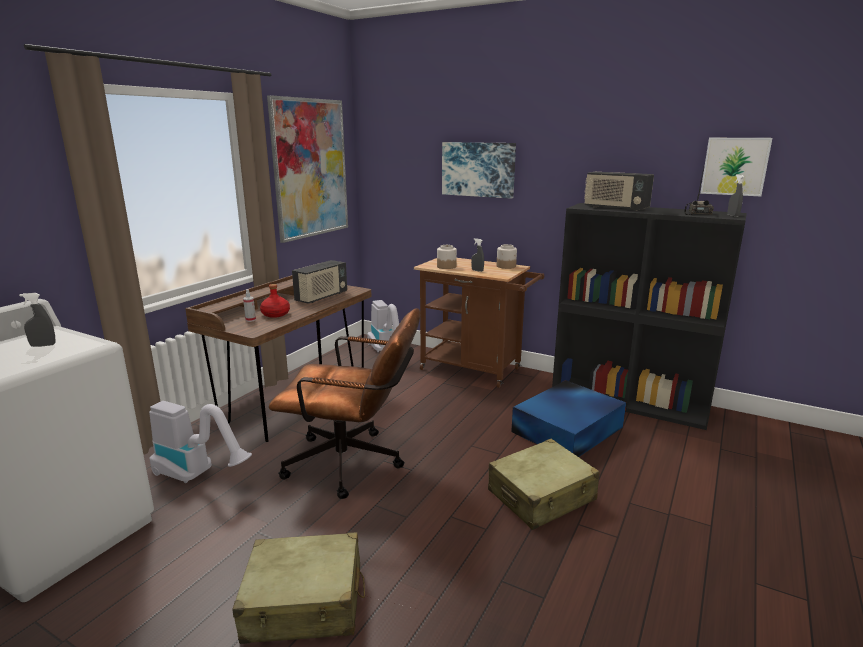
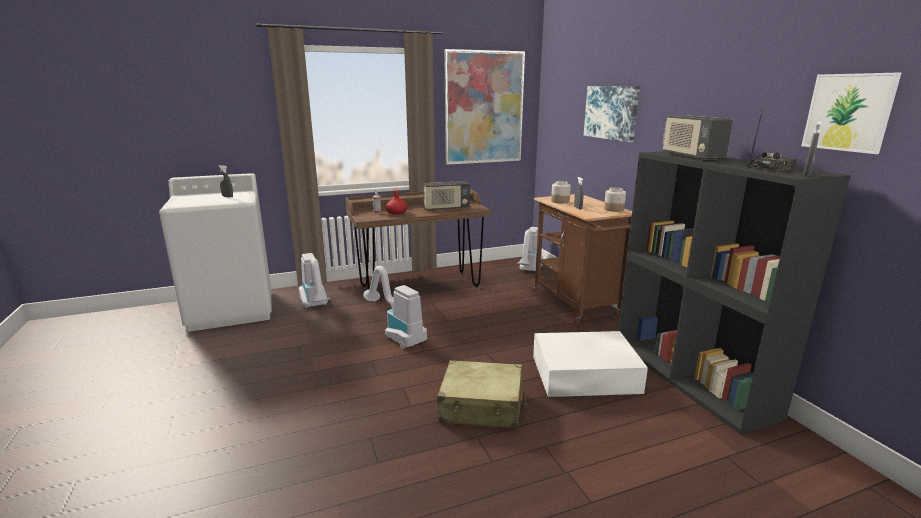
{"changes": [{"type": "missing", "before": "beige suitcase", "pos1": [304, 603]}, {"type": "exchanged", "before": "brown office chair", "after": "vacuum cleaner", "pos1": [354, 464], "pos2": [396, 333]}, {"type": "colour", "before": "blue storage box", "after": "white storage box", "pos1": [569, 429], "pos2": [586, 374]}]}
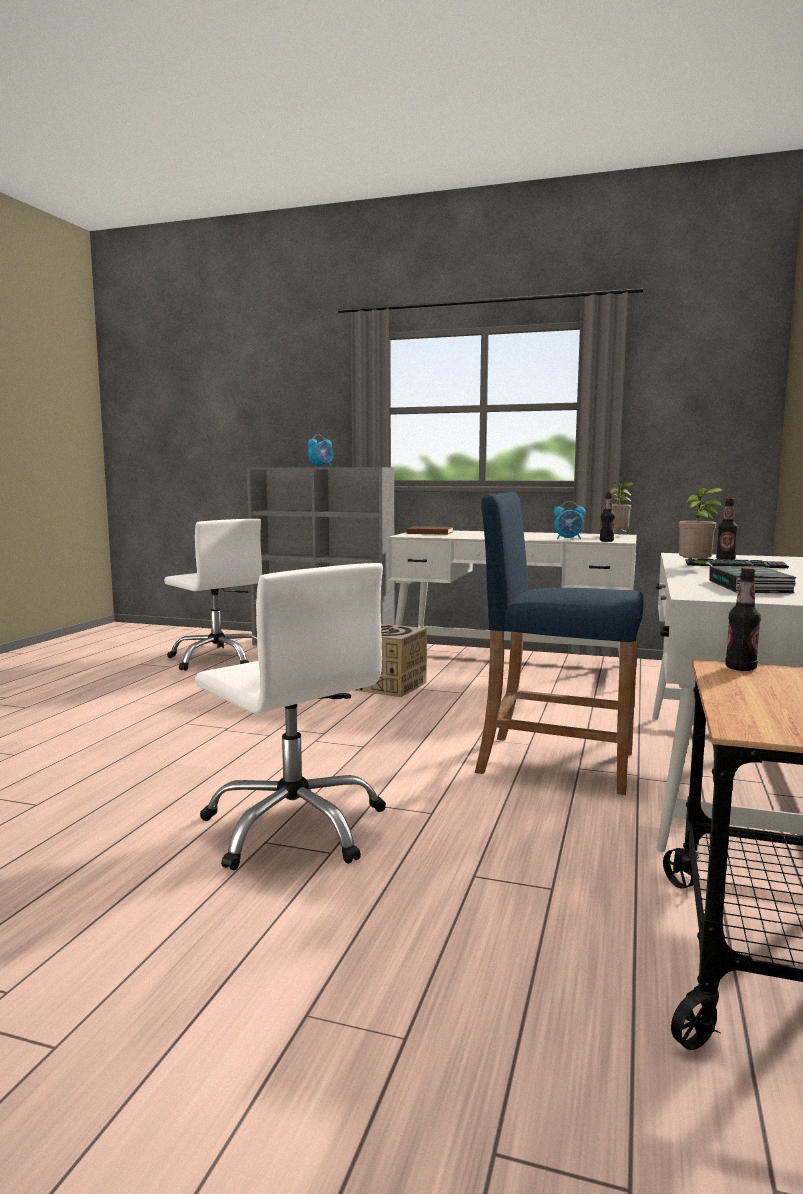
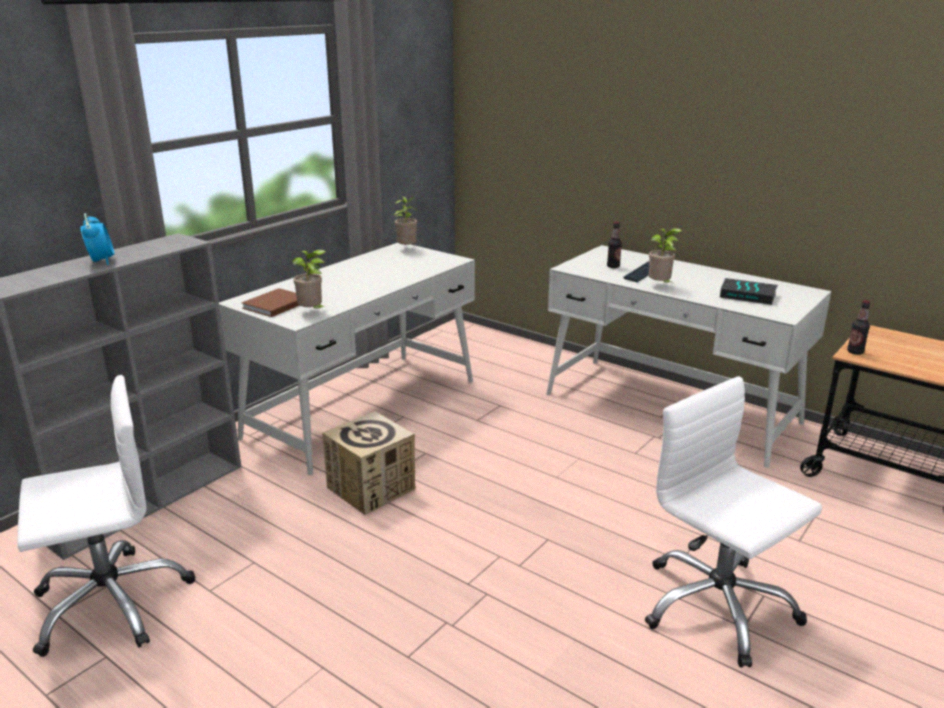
{"changes": [{"type": "missing", "before": "blue stool", "pos1": [556, 763]}, {"type": "missing", "before": "alarm clock", "pos1": [568, 539]}, {"type": "missing", "before": "bottle", "pos1": [606, 541]}, {"type": "appeared", "after": "potted plant", "pos2": [312, 312]}, {"type": "spun", "before": "white office chair", "pos1": [295, 826], "pos2": [717, 607], "turn": -105}]}
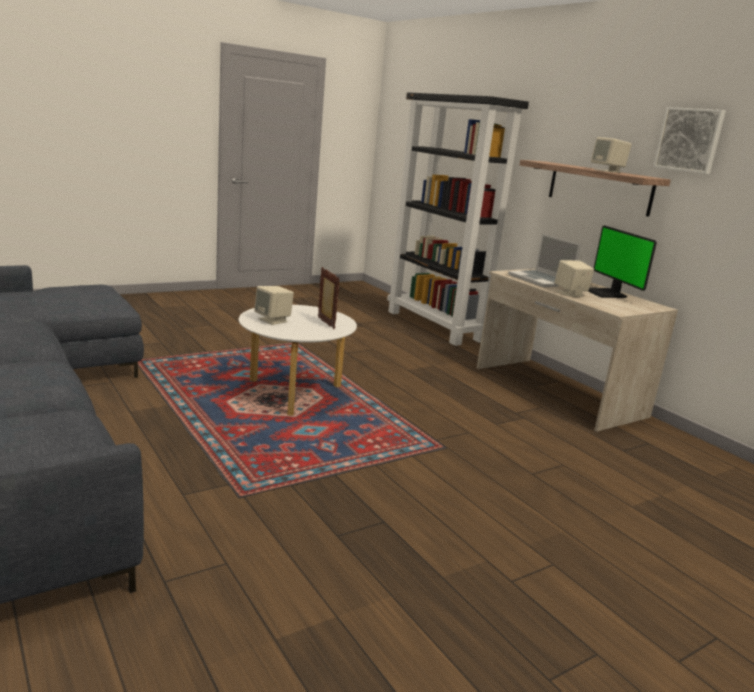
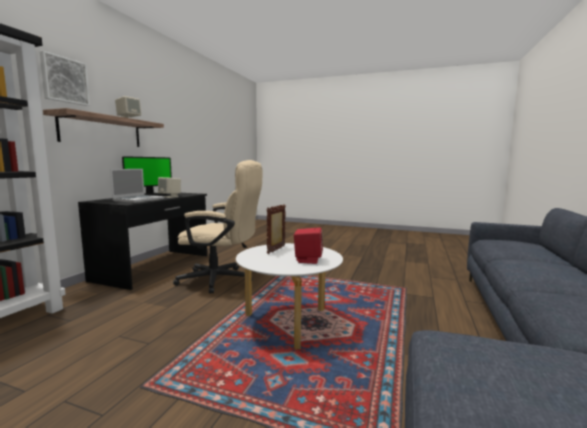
{"changes": [{"type": "appeared", "after": "beige office chair", "pos2": [222, 280]}, {"type": "relocated", "before": "picture", "pos1": [689, 140], "pos2": [64, 80]}, {"type": "colour", "before": "beige speaker", "after": "red speaker", "pos1": [273, 320], "pos2": [308, 260]}, {"type": "colour", "before": "beige desk", "after": "black desk", "pos1": [557, 391], "pos2": [155, 267]}]}
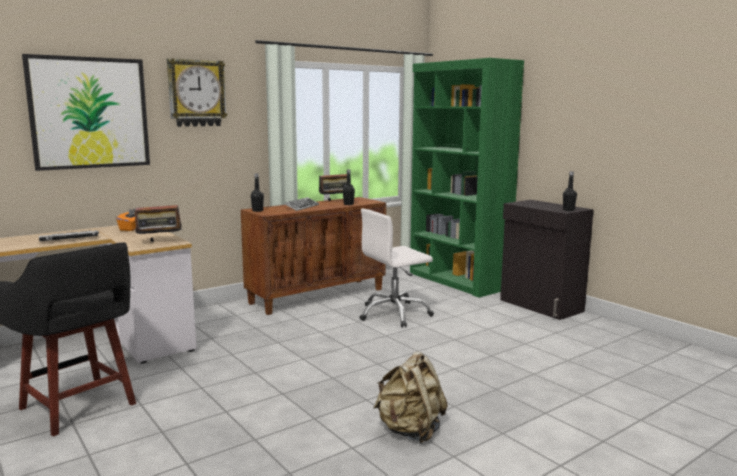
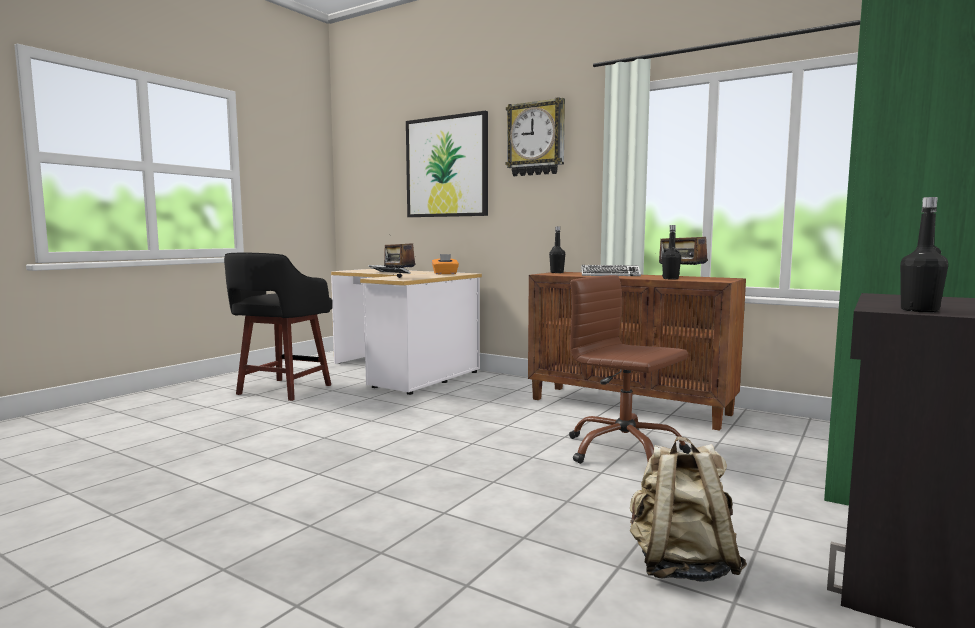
{"changes": [{"type": "relocated", "before": "beige backpack", "pos1": [410, 431], "pos2": [680, 566]}, {"type": "colour", "before": "white office chair", "after": "brown office chair", "pos1": [394, 314], "pos2": [623, 451]}]}
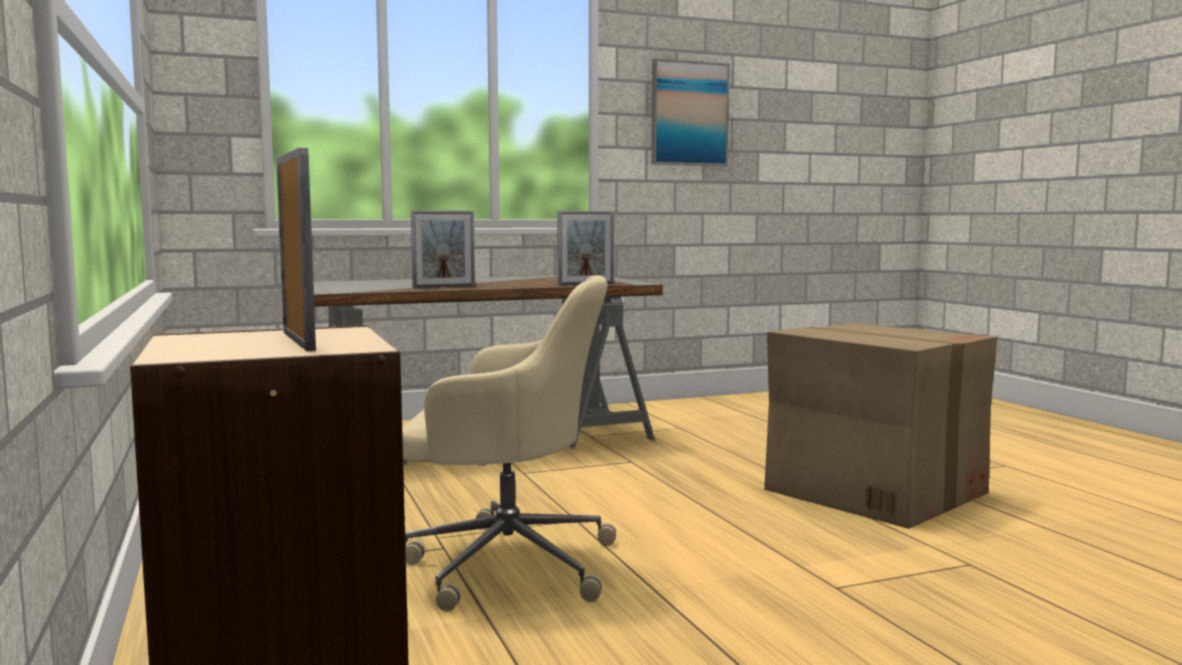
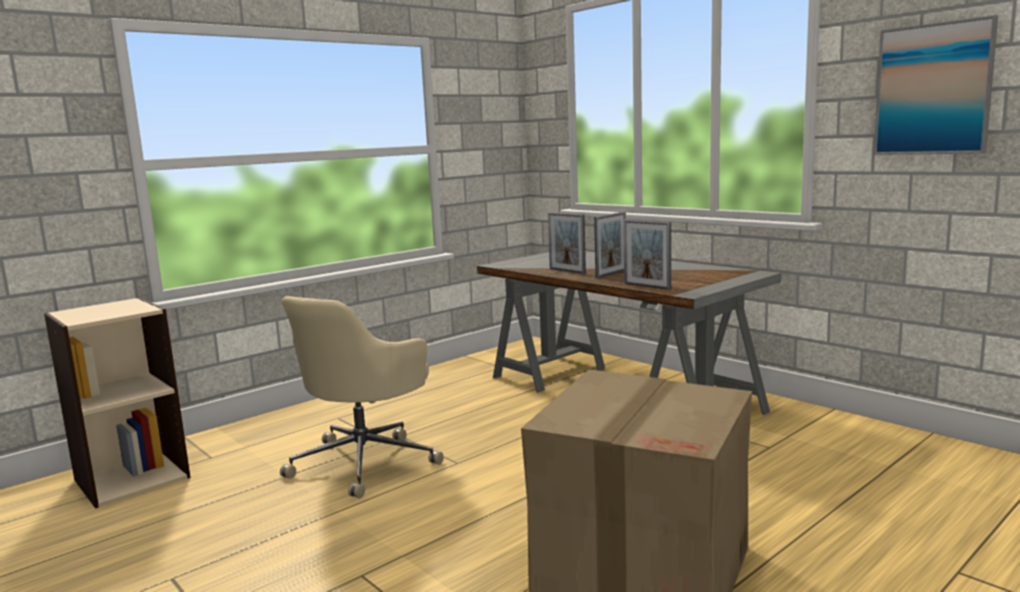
{"changes": [{"type": "relocated", "before": "picture frame", "pos1": [298, 341], "pos2": [611, 274]}, {"type": "spun", "before": "beige office chair", "pos1": [505, 563], "pos2": [365, 462], "turn": 45}]}
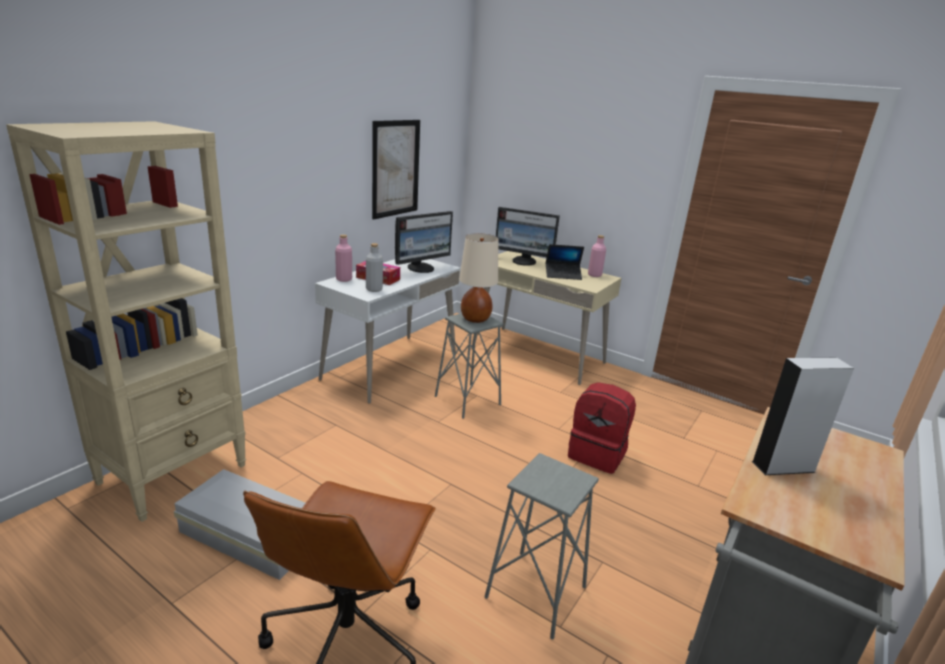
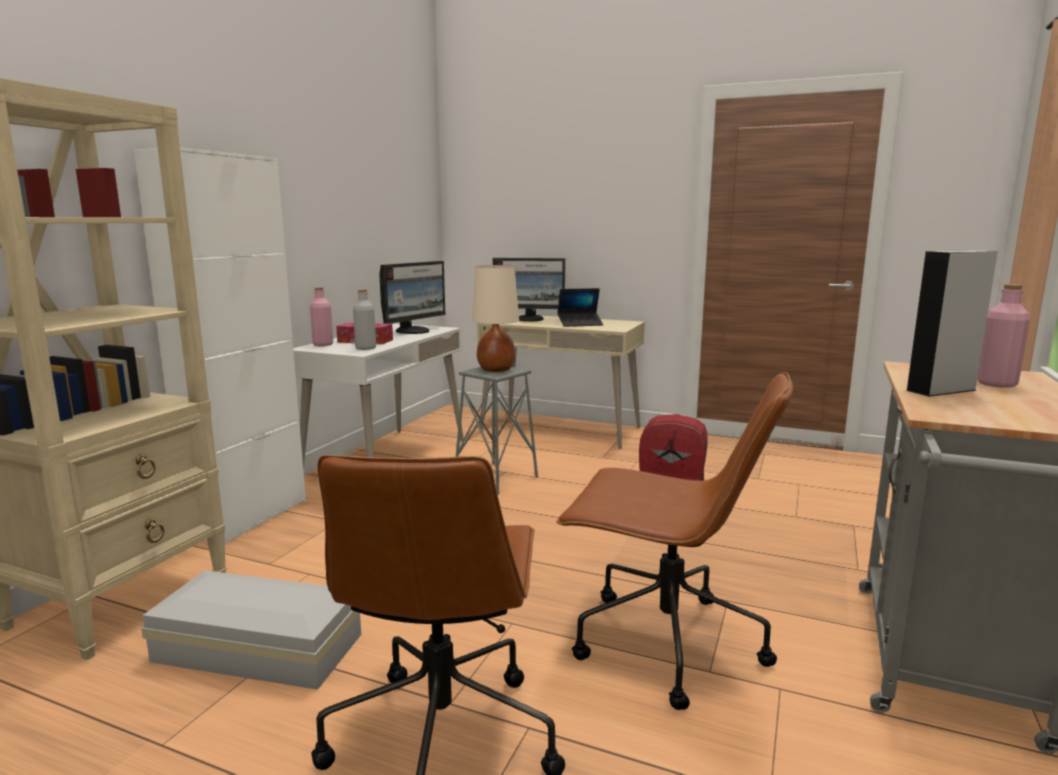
{"changes": [{"type": "missing", "before": "picture", "pos1": [395, 168]}, {"type": "appeared", "after": "white cabinet", "pos2": [248, 517]}, {"type": "relocated", "before": "pink bottle", "pos1": [594, 275], "pos2": [996, 384]}, {"type": "exchanged", "before": "grey stool", "after": "brown office chair", "pos1": [535, 593], "pos2": [663, 643]}]}
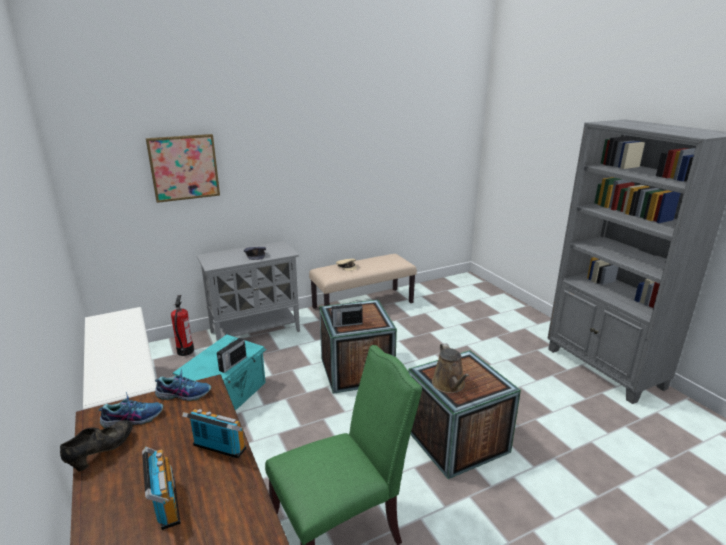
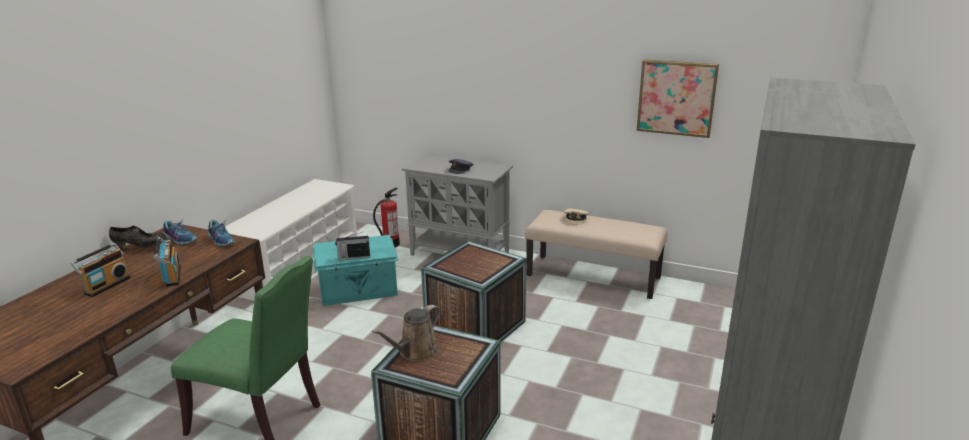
{"changes": [{"type": "missing", "before": "radio", "pos1": [346, 324]}, {"type": "relocated", "before": "picture", "pos1": [184, 167], "pos2": [676, 98]}]}
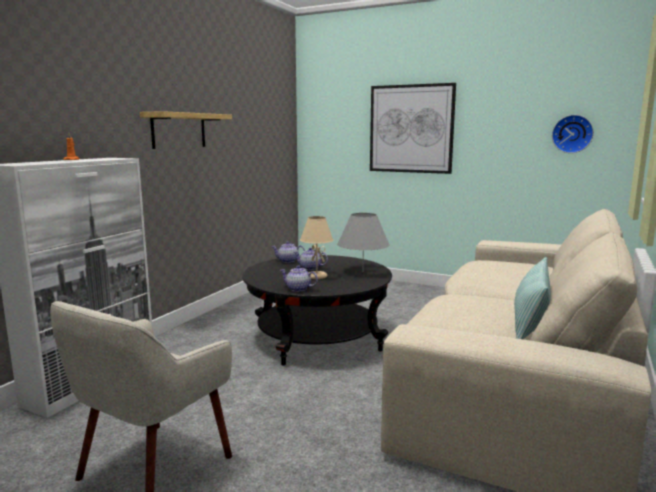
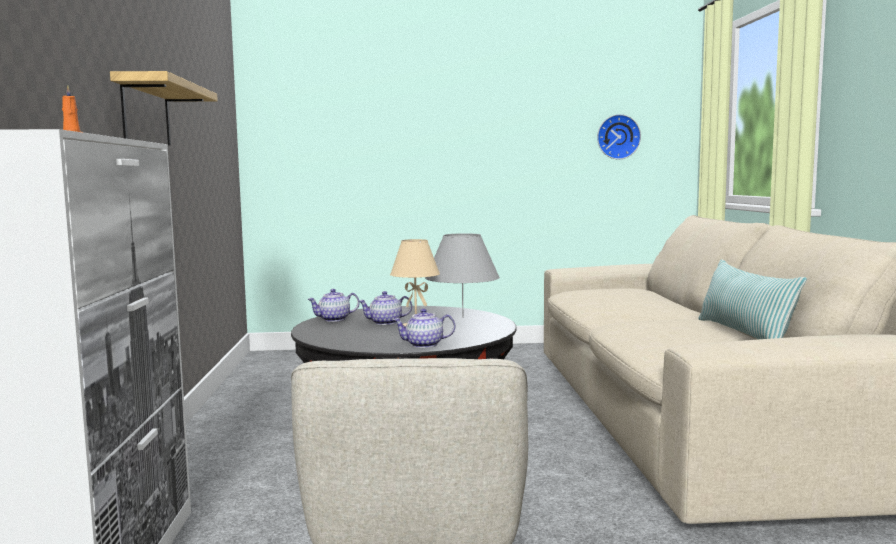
{"changes": [{"type": "missing", "before": "picture", "pos1": [411, 129]}]}
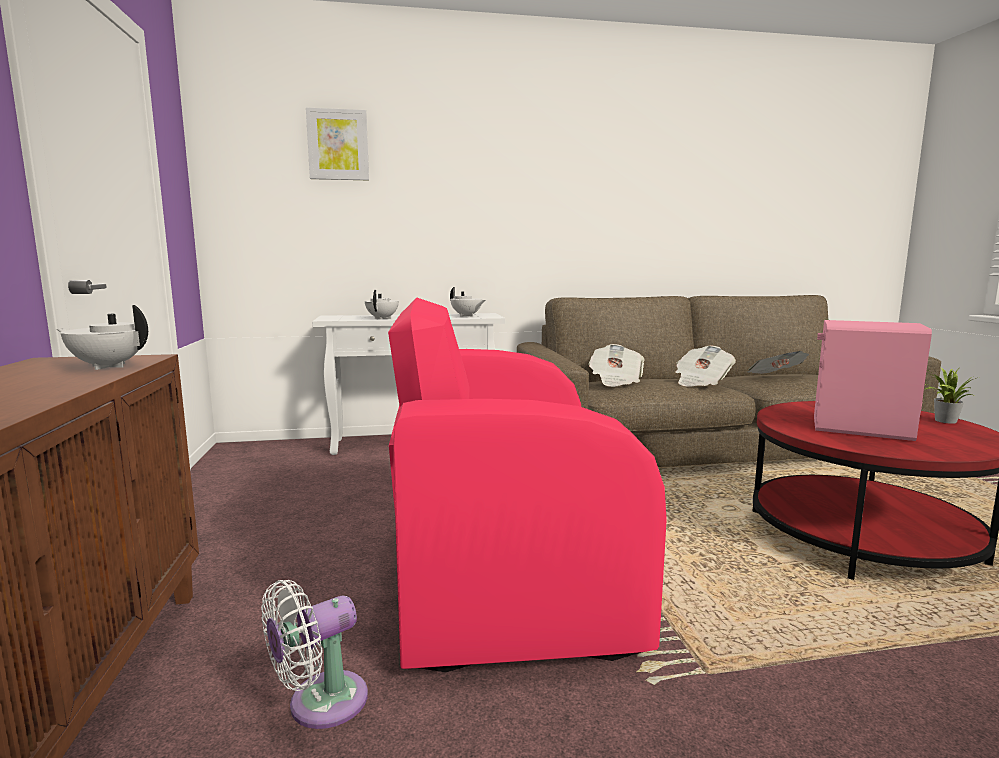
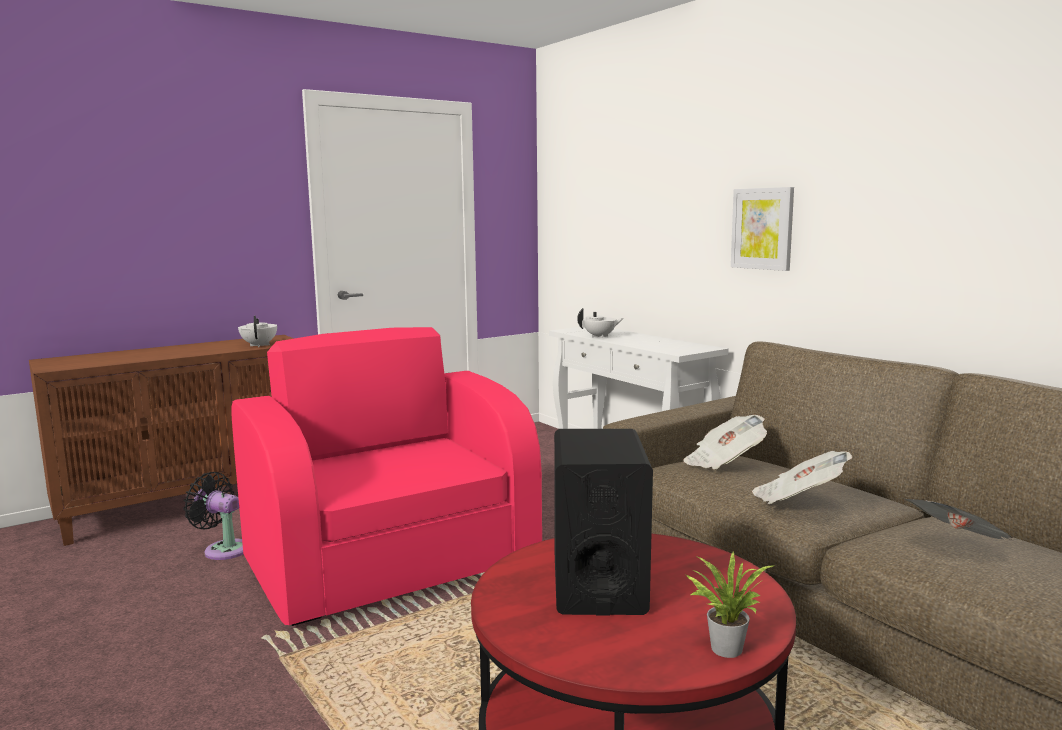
{"changes": [{"type": "missing", "before": "white teapot", "pos1": [466, 316]}, {"type": "relocated", "before": "picture", "pos1": [338, 145], "pos2": [762, 228]}, {"type": "colour", "before": "white fan", "after": "black fan", "pos1": [320, 704], "pos2": [223, 549]}, {"type": "colour", "before": "pink speaker", "after": "black speaker", "pos1": [860, 428], "pos2": [598, 585]}]}
